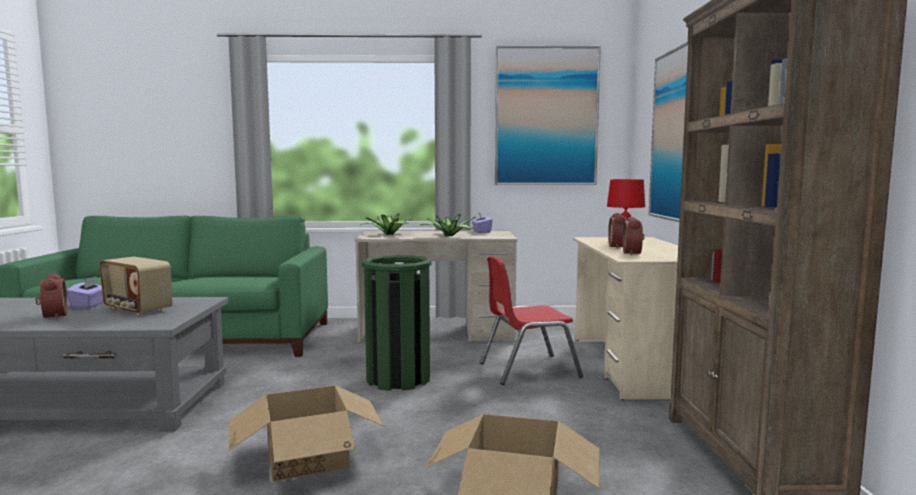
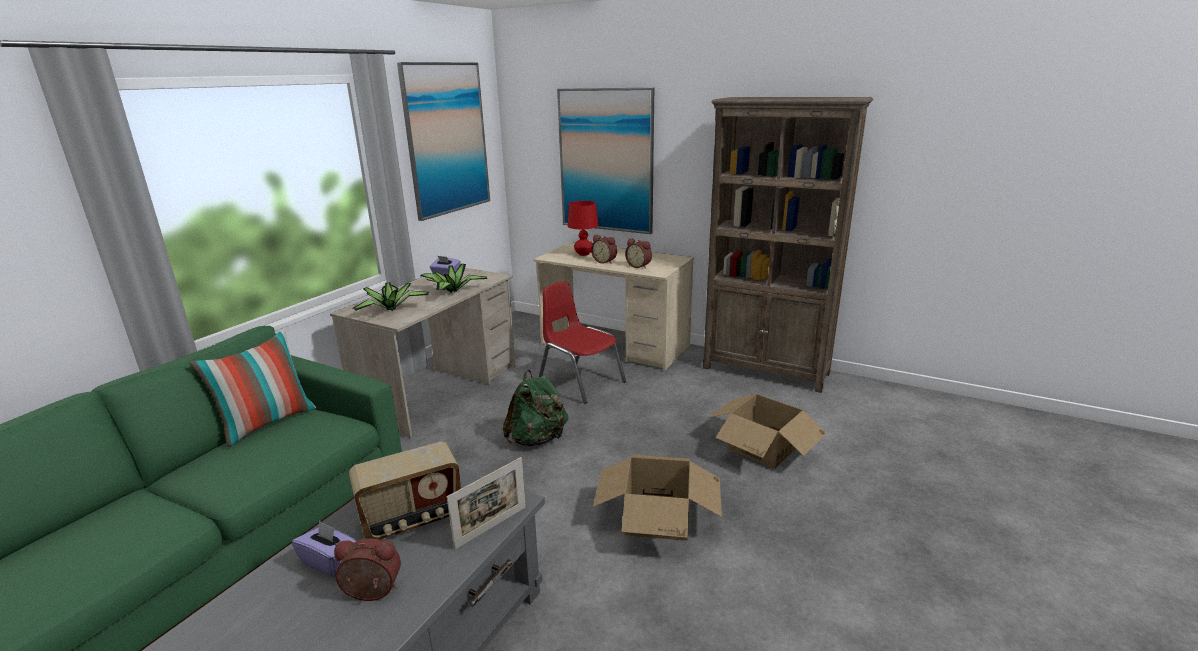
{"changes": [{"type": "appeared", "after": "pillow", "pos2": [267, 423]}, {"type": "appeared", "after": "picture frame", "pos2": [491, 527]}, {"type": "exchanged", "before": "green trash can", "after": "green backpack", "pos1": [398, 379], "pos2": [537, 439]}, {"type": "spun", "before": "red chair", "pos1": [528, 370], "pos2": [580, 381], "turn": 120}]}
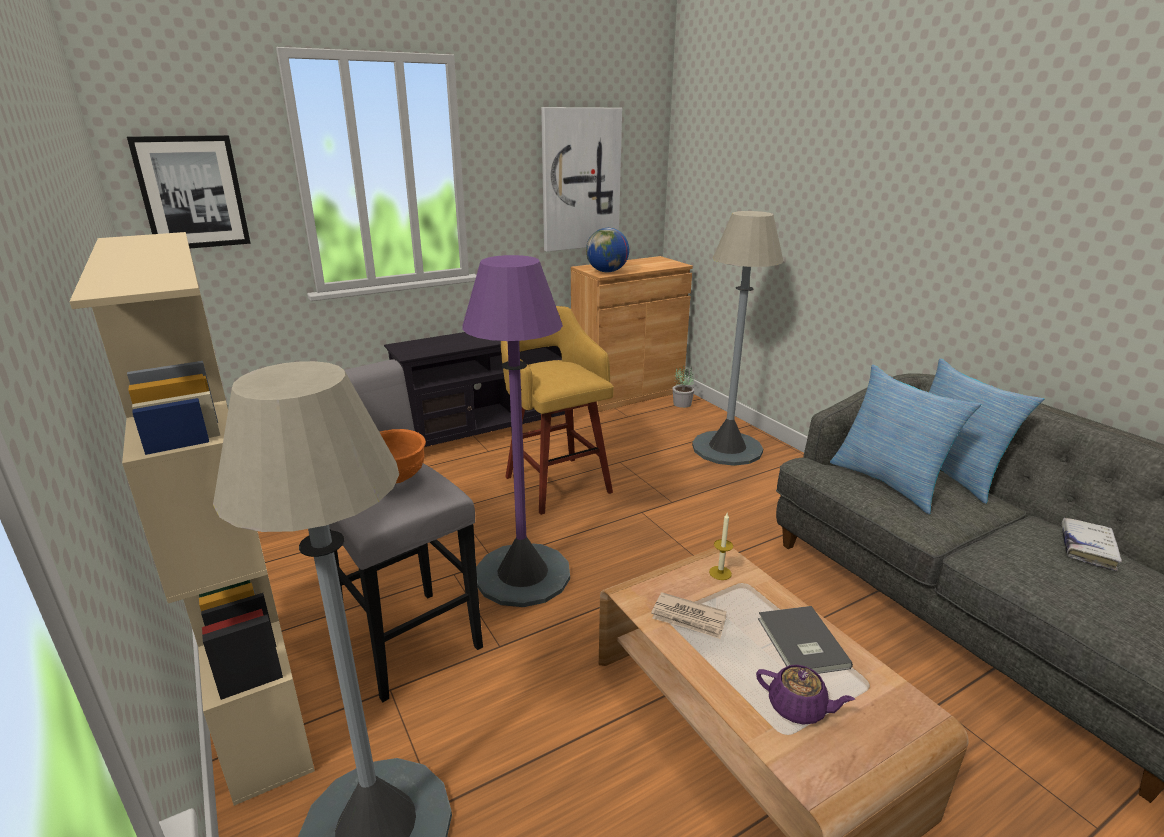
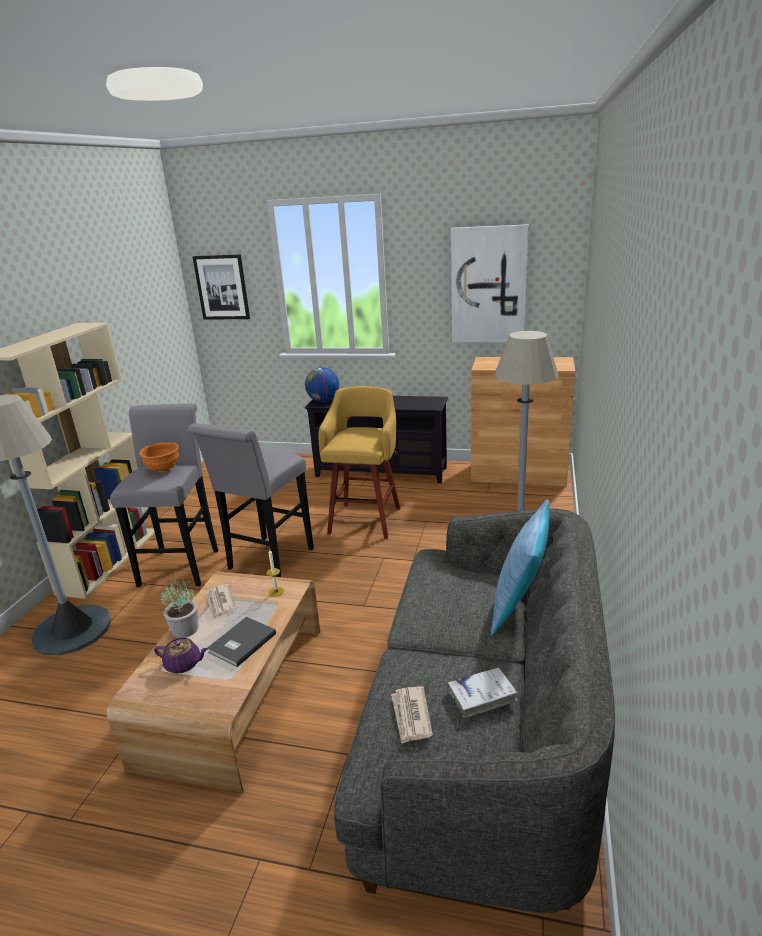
{"changes": [{"type": "missing", "before": "pillow", "pos1": [889, 482]}, {"type": "appeared", "after": "newspaper", "pos2": [411, 716]}, {"type": "relocated", "before": "globe", "pos1": [607, 272], "pos2": [323, 401]}, {"type": "relocated", "before": "potted plant", "pos1": [682, 403], "pos2": [185, 629]}, {"type": "exchanged", "before": "purple floor lamp", "after": "grey stool", "pos1": [523, 575], "pos2": [267, 562]}, {"type": "spun", "before": "purple teapot", "pos1": [798, 708], "pos2": [184, 664], "turn": -60}]}
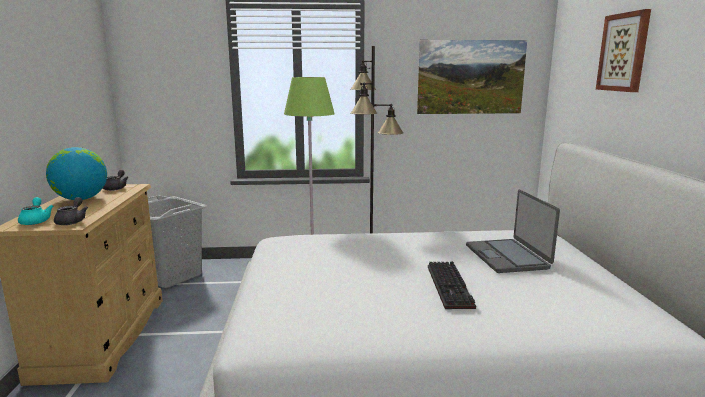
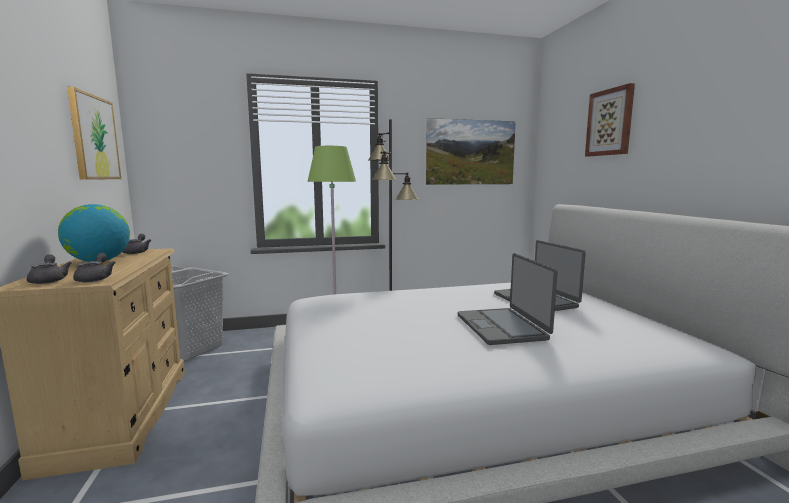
{"changes": [{"type": "appeared", "after": "picture", "pos2": [94, 138]}, {"type": "exchanged", "before": "keyboard", "after": "laptop", "pos1": [451, 287], "pos2": [502, 327]}, {"type": "colour", "before": "turquoise teapot", "after": "grey teapot", "pos1": [36, 221], "pos2": [49, 280]}]}
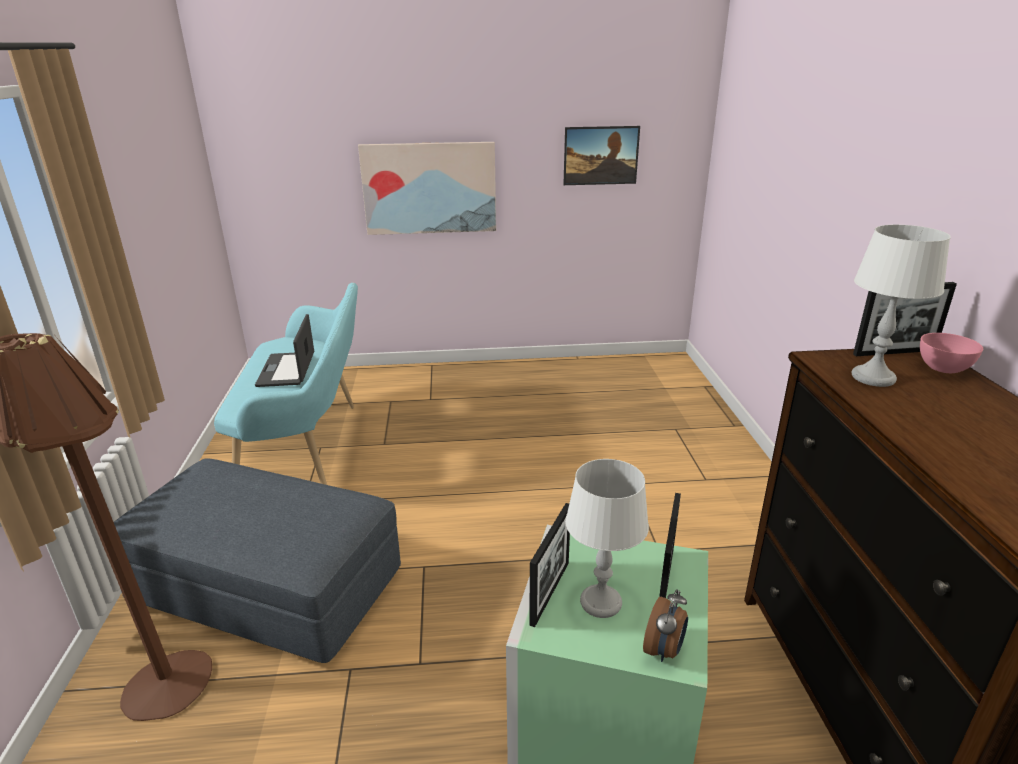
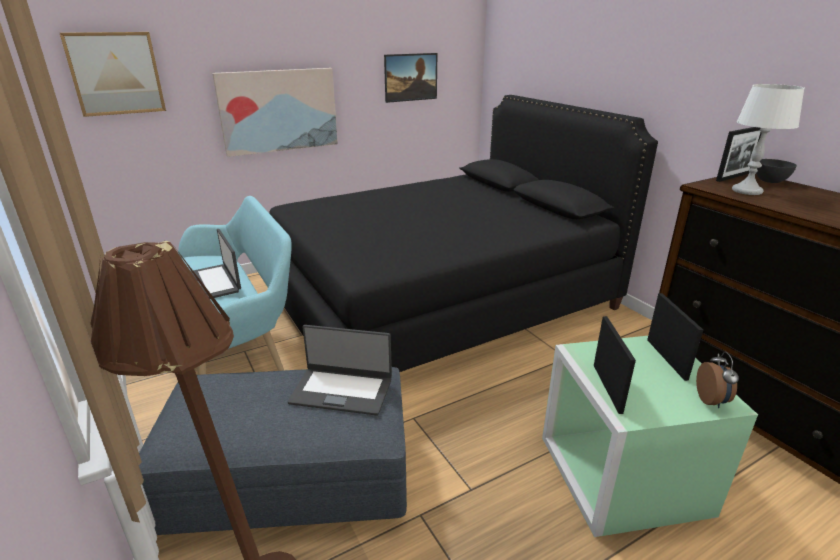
{"changes": [{"type": "missing", "before": "white table lamp", "pos1": [600, 602]}, {"type": "appeared", "after": "picture", "pos2": [116, 73]}, {"type": "appeared", "after": "black bed", "pos2": [439, 299]}, {"type": "appeared", "after": "laptop", "pos2": [342, 390]}, {"type": "colour", "before": "pink bowl", "after": "grey bowl", "pos1": [943, 369], "pos2": [770, 181]}]}
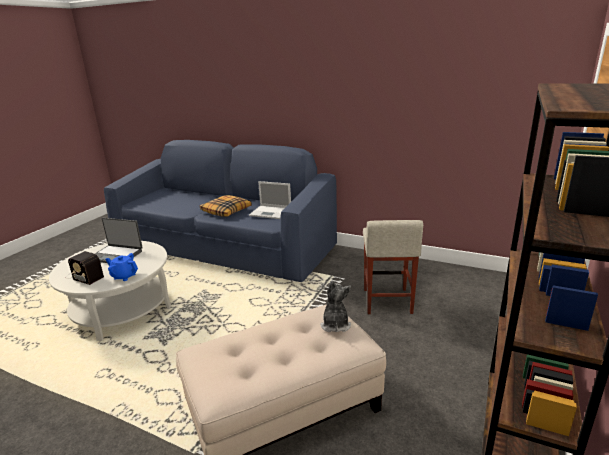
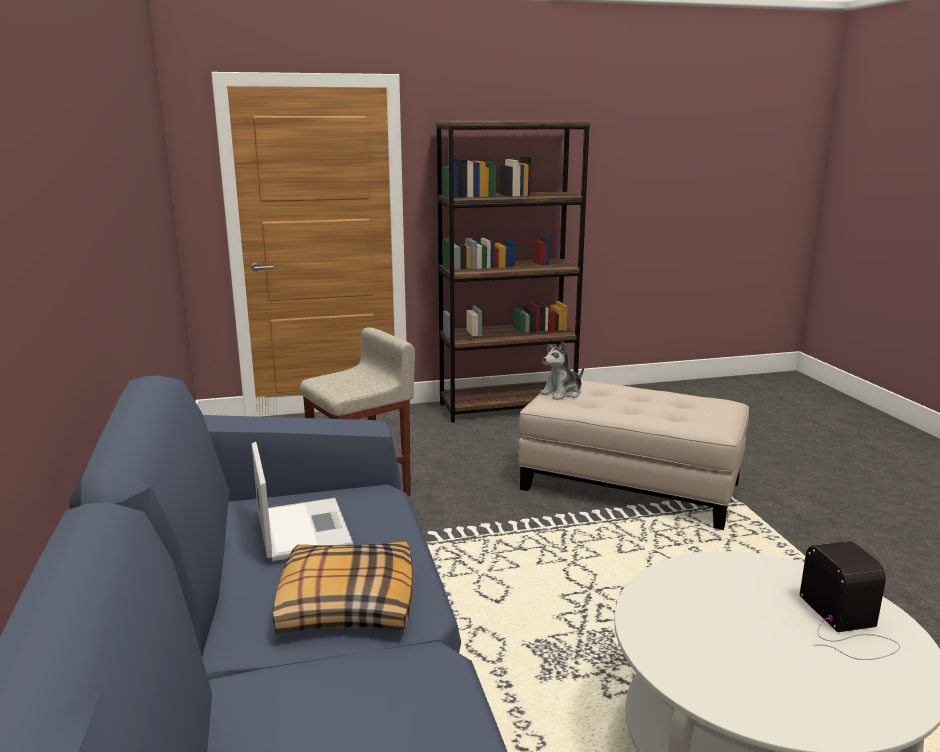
{"changes": [{"type": "missing", "before": "laptop", "pos1": [116, 255]}, {"type": "missing", "before": "blue teapot", "pos1": [124, 276]}]}
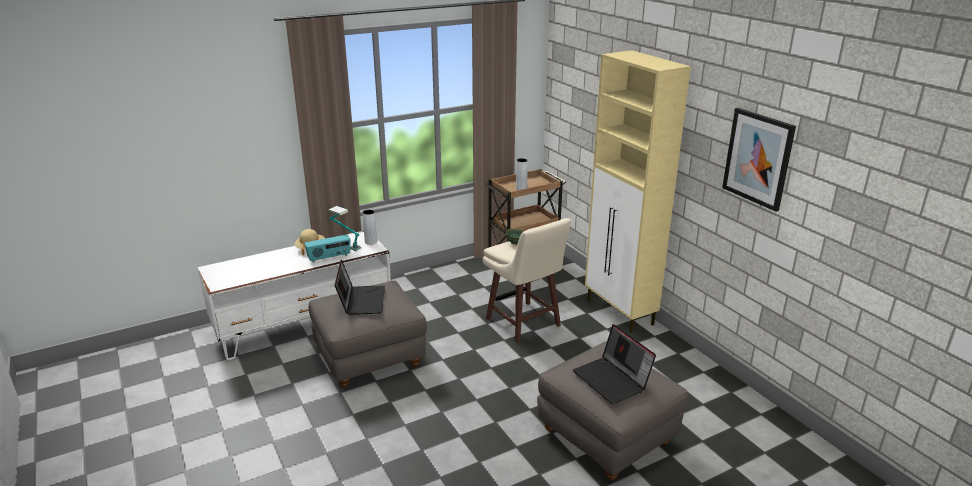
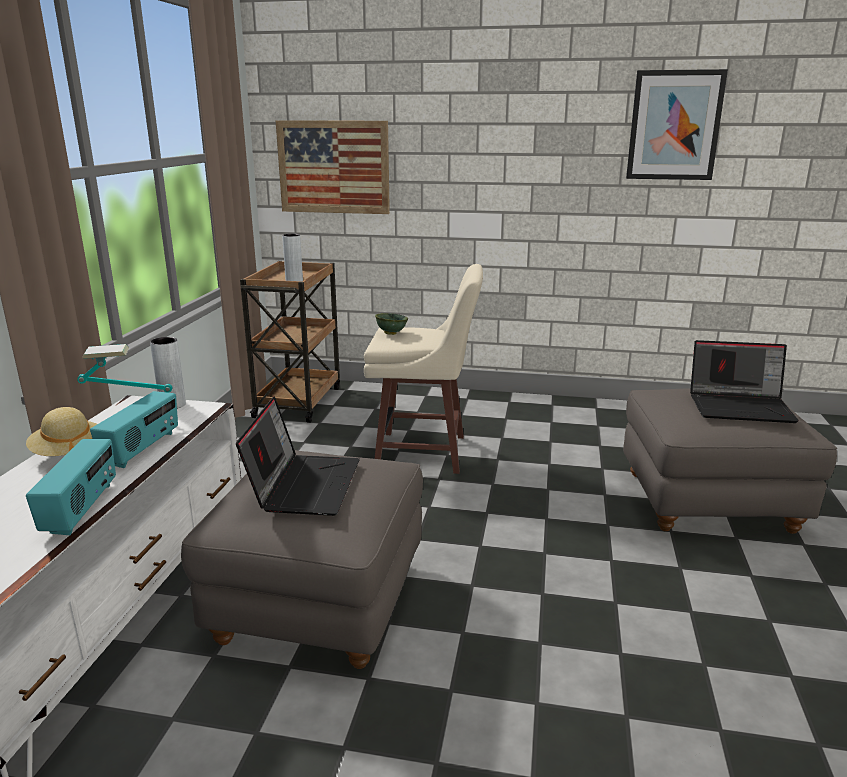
{"changes": [{"type": "missing", "before": "beige cabinet", "pos1": [620, 312]}, {"type": "appeared", "after": "radio", "pos2": [82, 509]}, {"type": "appeared", "after": "picture", "pos2": [333, 167]}, {"type": "spun", "before": "laptop", "pos1": [361, 300], "pos2": [304, 484], "turn": 60}]}
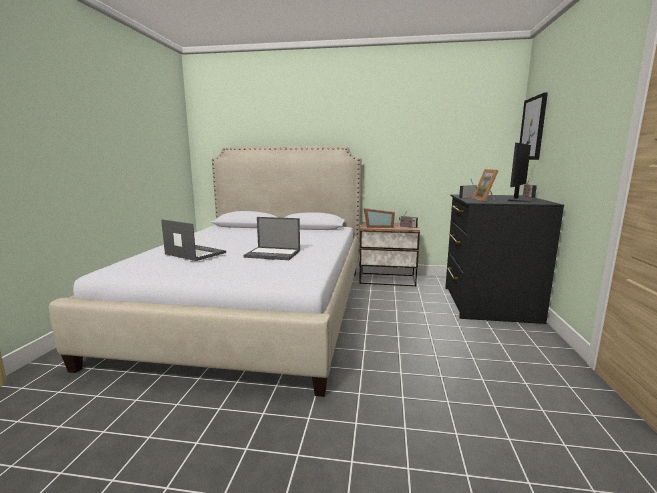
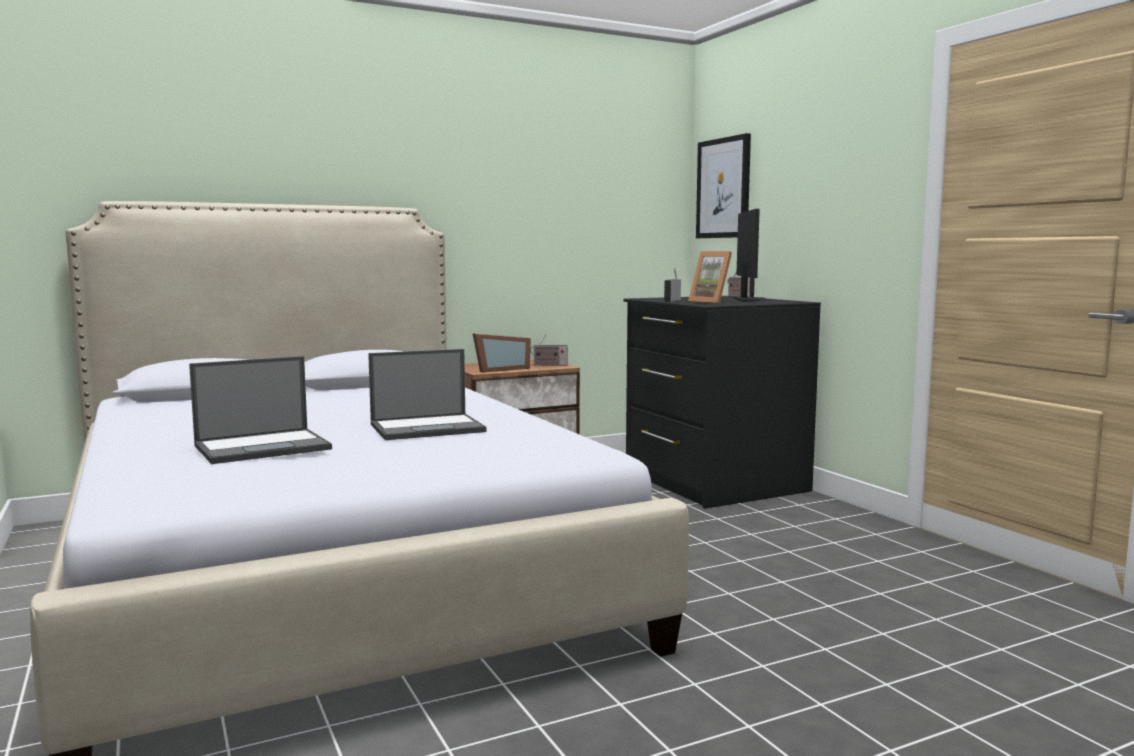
{"changes": [{"type": "spun", "before": "laptop", "pos1": [194, 253], "pos2": [264, 447], "turn": 150}]}
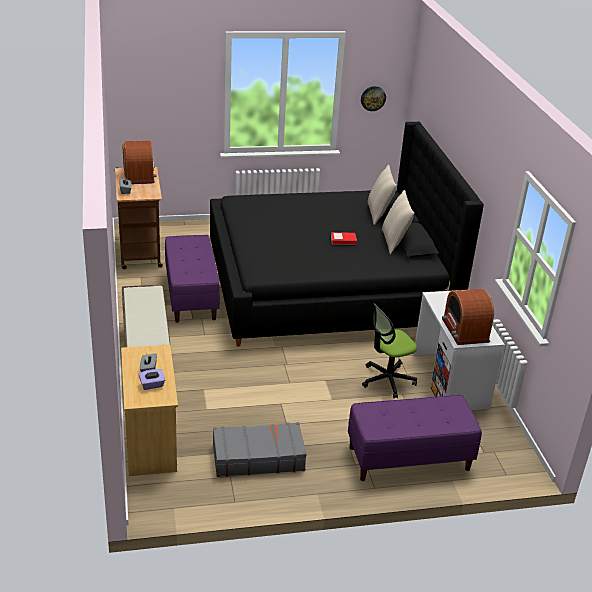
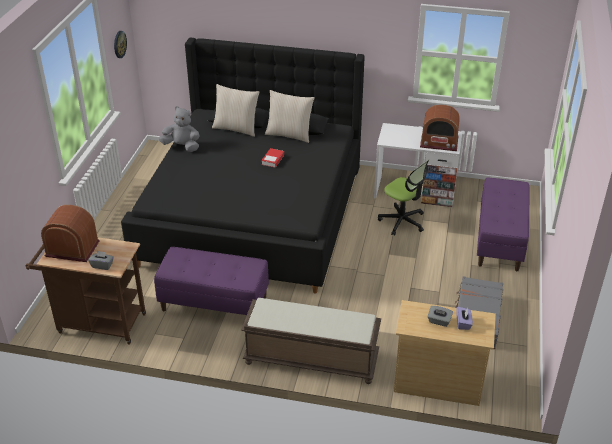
{"changes": [{"type": "appeared", "after": "grey plush toy", "pos2": [182, 146]}, {"type": "spun", "before": "office chair", "pos1": [387, 380], "pos2": [402, 221], "turn": -45}]}
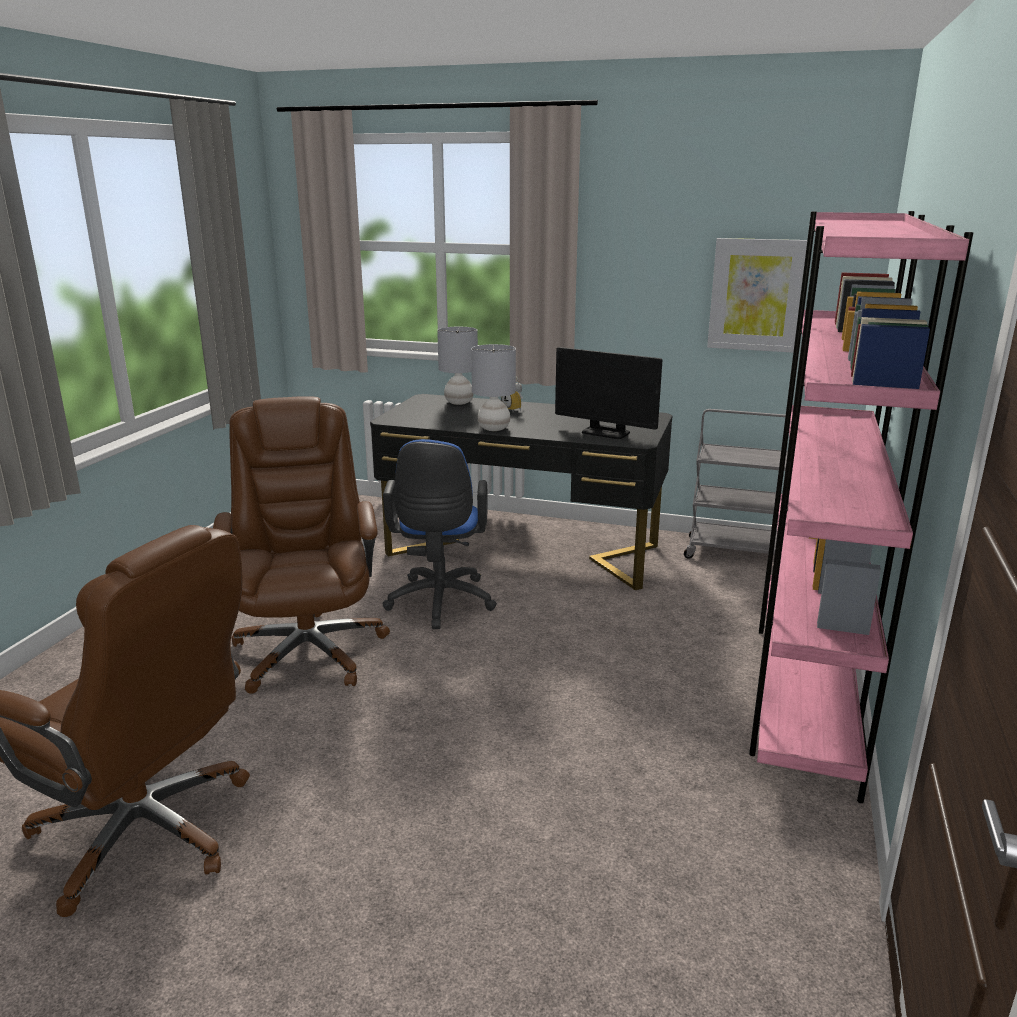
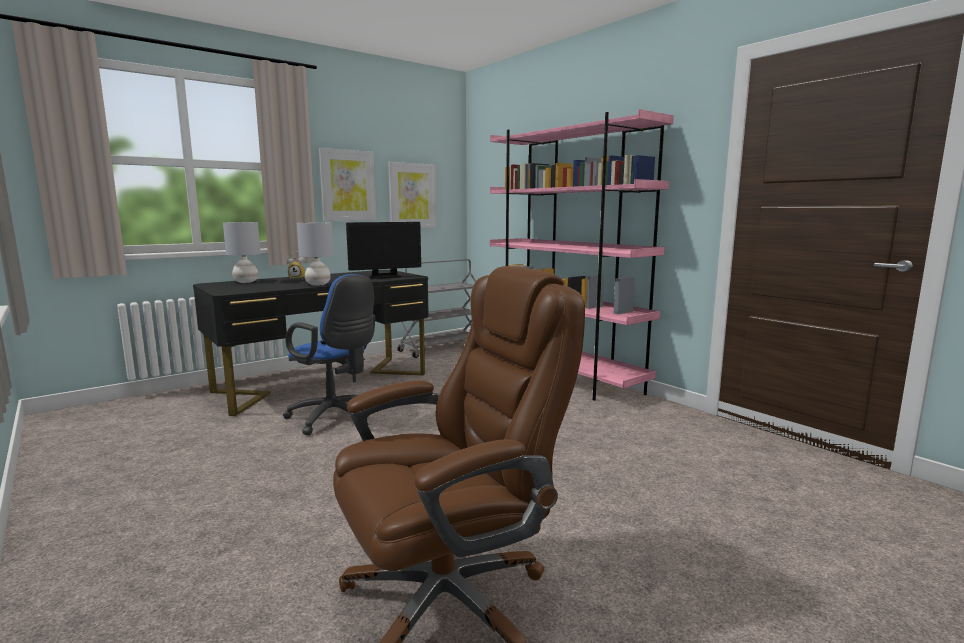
{"changes": [{"type": "missing", "before": "brown office chair", "pos1": [309, 650]}, {"type": "appeared", "after": "picture", "pos2": [347, 185]}]}
